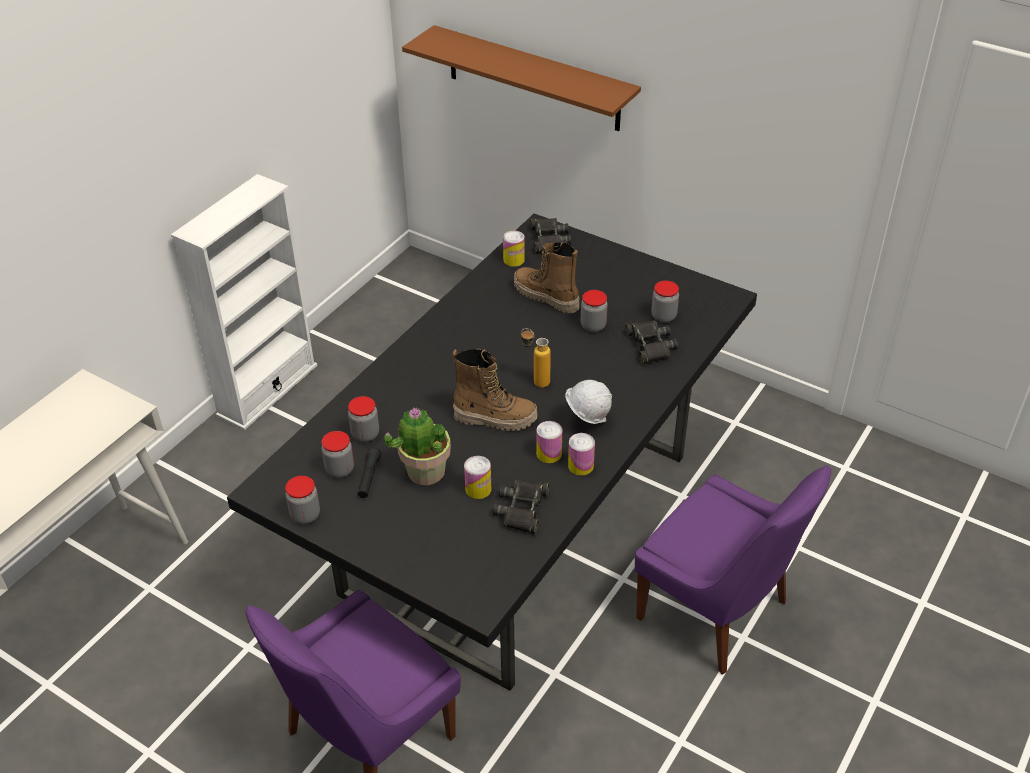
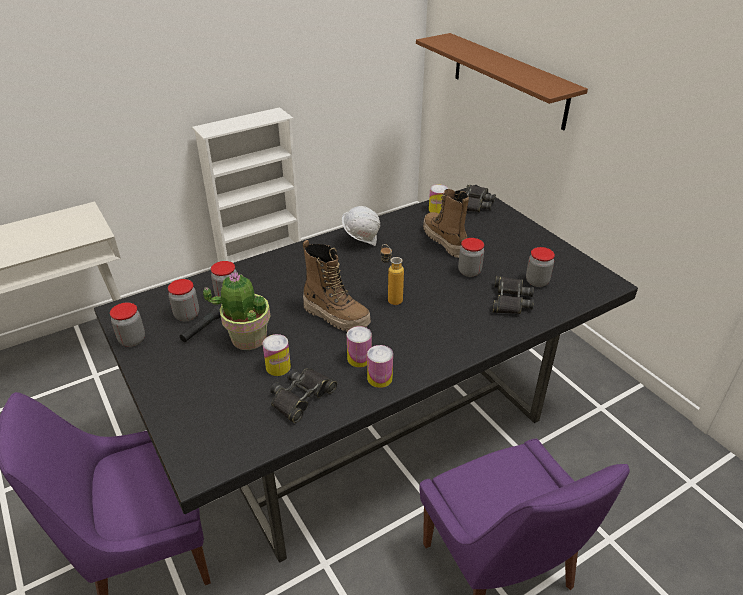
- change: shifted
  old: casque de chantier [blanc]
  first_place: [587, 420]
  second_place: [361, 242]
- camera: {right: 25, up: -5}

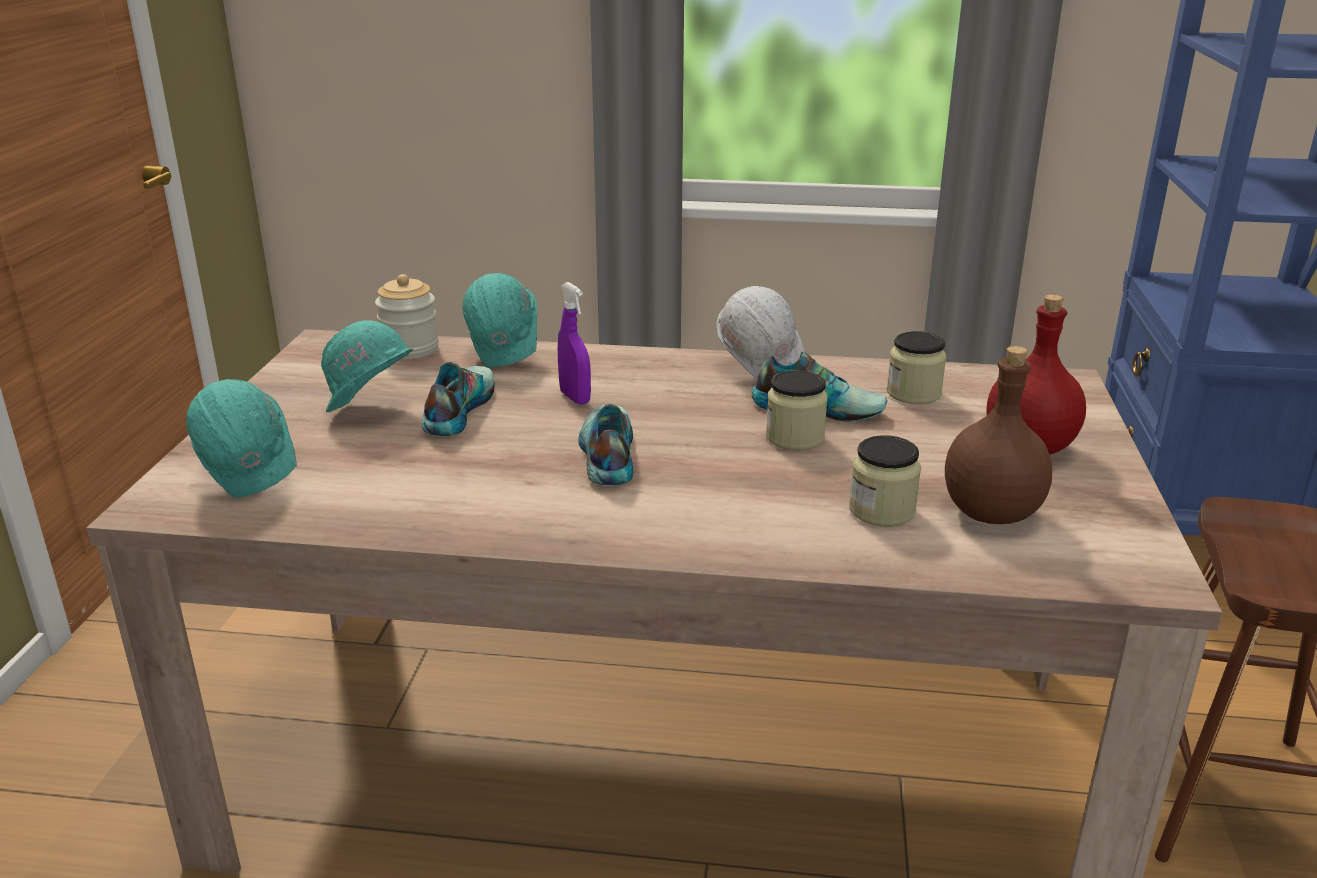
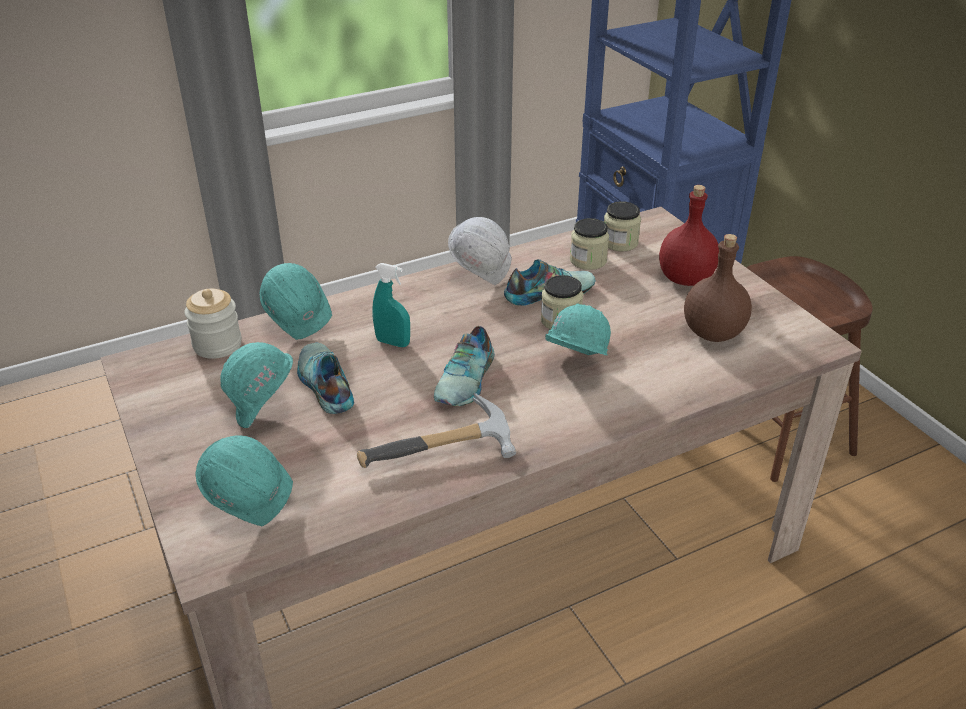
- change: new
  new: marteau
  second_place: [443, 455]
- change: repainted
  old: vaporisateur [violet]
  new: vaporisateur [turquoise]
  first_place: [575, 398]
  second_place: [393, 342]
- change: rotated
  old: chaussure
  first_place: [605, 454]
  second_place: [467, 380]
  degrees: -120
- change: new
  new: casque de chantier [turquoise]
  second_place: [573, 368]
- change: shifted
  old: bocal
  first_place: [882, 510]
  second_place: [620, 242]
- camera: {right: -35, up: 10}

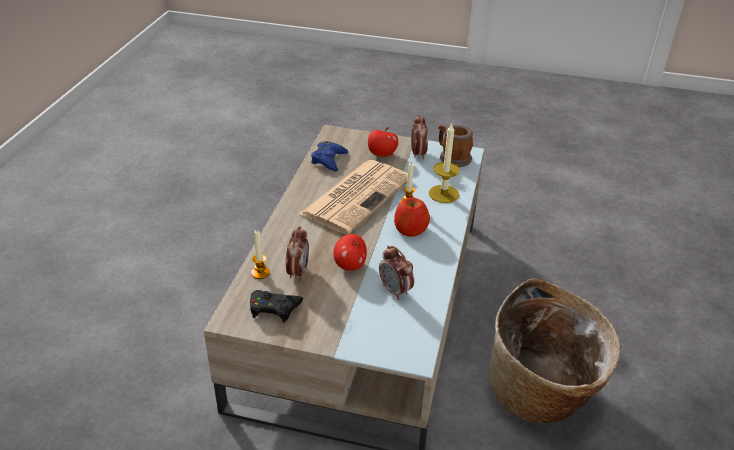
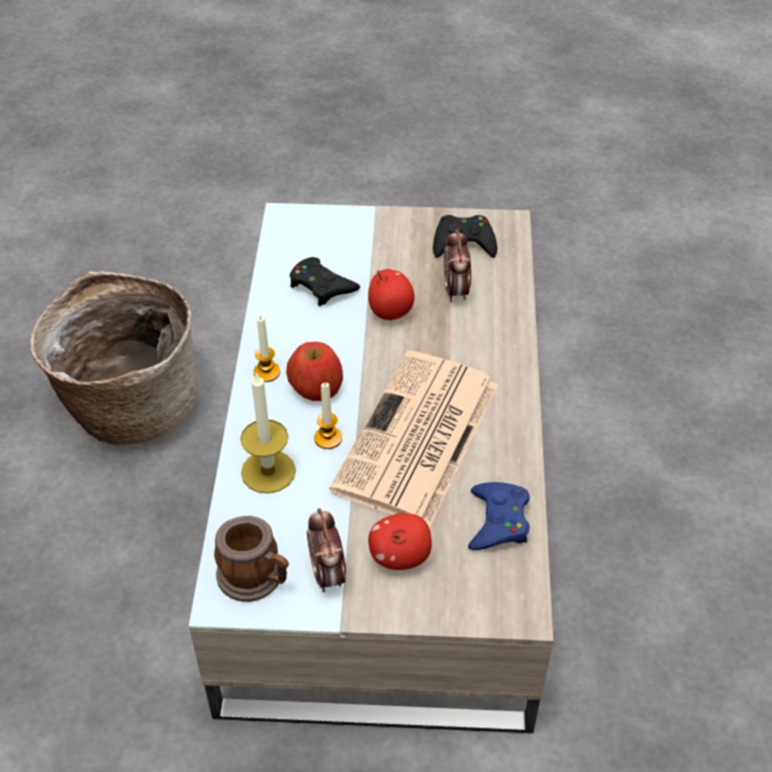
- change: shifted
  old: bougie
  first_place: [260, 273]
  second_place: [267, 372]
- change: swapped
  old: réveil
  new: manette [noir]
  first_place: [395, 291]
  second_place: [321, 286]
- camera: {right: 170, up: 10}

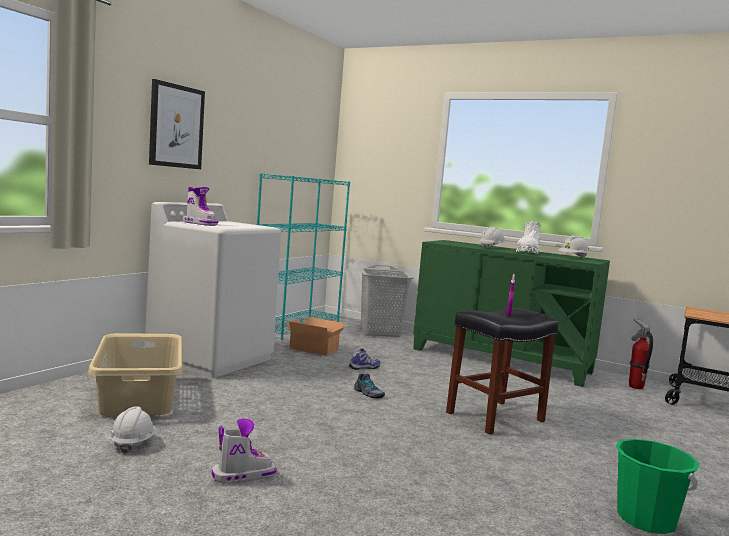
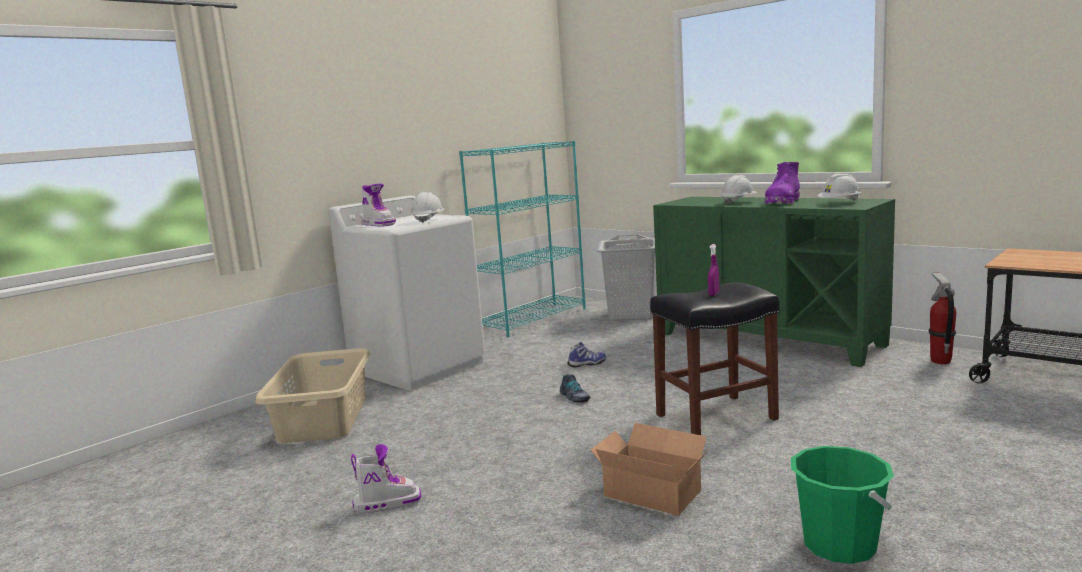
- change: shifted
  old: casque de chantier [blanc]
  first_place: [132, 443]
  second_place: [428, 220]
- change: shifted
  old: carton
  first_place: [314, 348]
  second_place: [652, 491]
- change: repainted
  old: botte [blanc]
  new: botte [violet]
  first_place: [528, 252]
  second_place: [782, 202]
- change: gone
  old: tableau
  first_place: [176, 126]
- camera: {right: 15, up: 5}

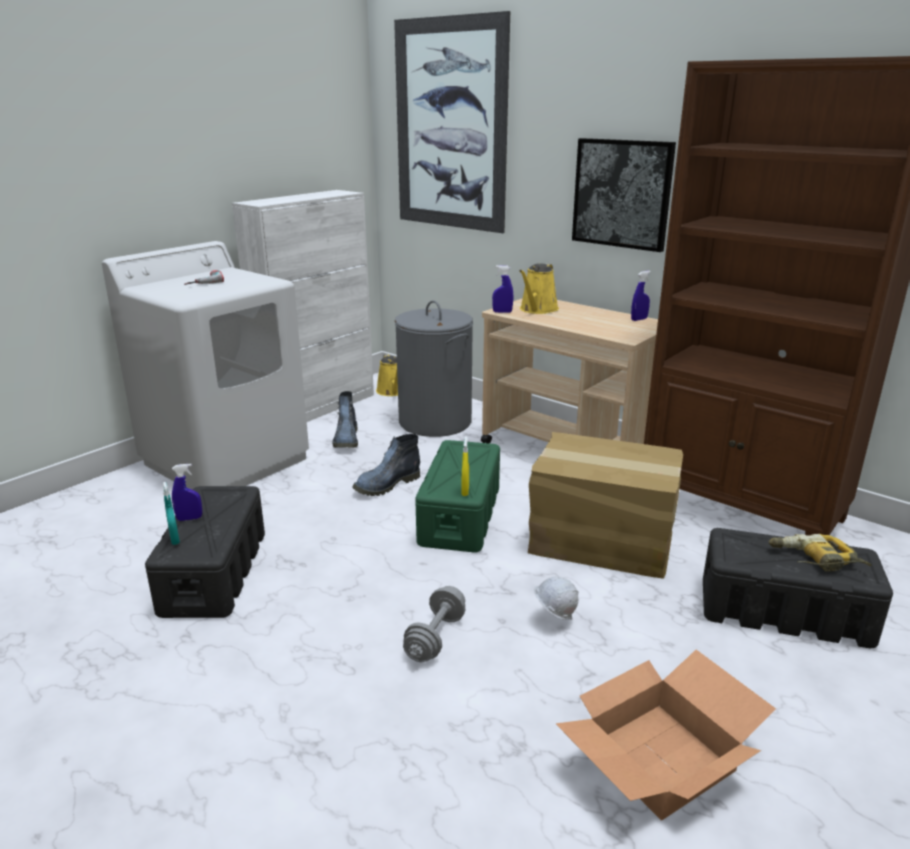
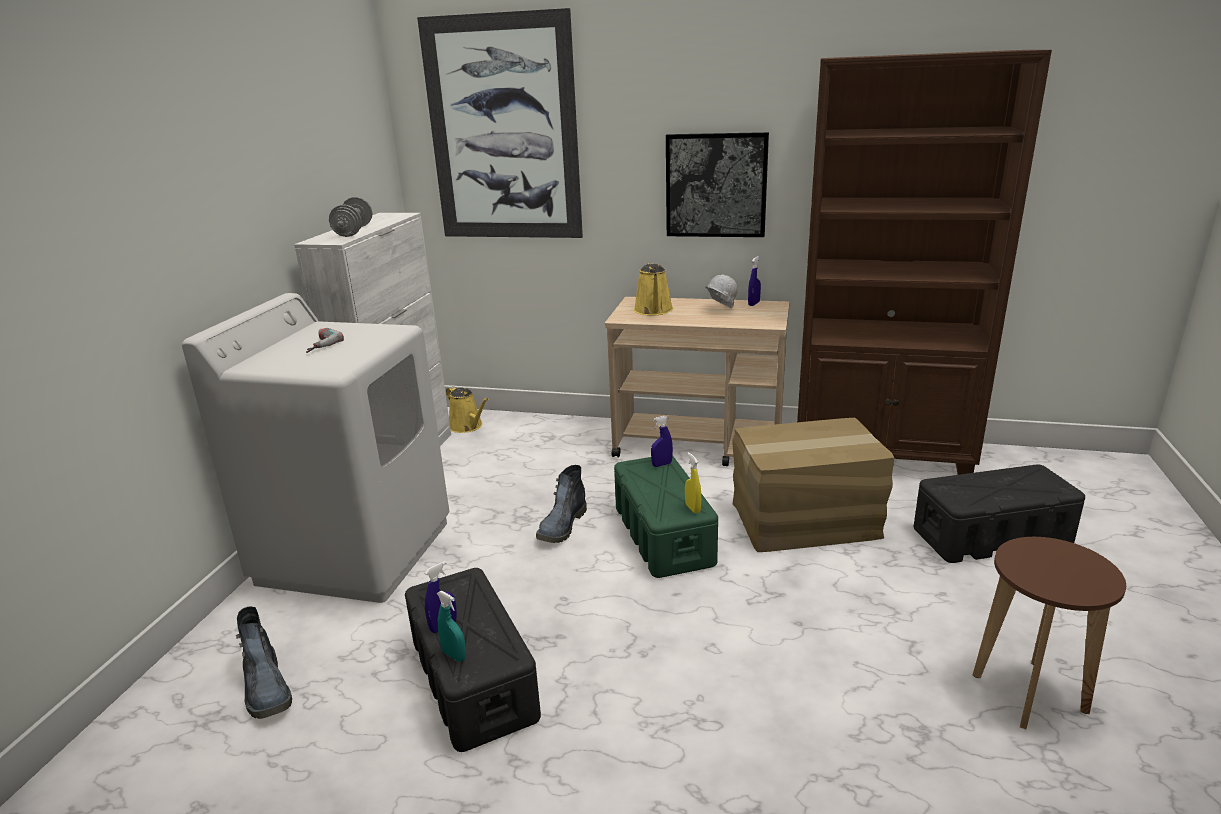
- change: shifted
  old: botte
  first_place: [346, 440]
  second_place: [267, 689]
- change: shifted
  old: haltère [gris]
  first_place: [435, 637]
  second_place: [353, 231]
- change: shifted
  old: vaporisateur [bleu]
  first_place: [502, 312]
  second_place: [662, 464]
- change: shifted
  old: casque de chantier [blanc]
  first_place: [553, 619]
  second_place: [720, 310]
- change: swapped
  old: carton
  new: tabouret [marron]
  first_place: [660, 760]
  second_place: [1029, 694]
- change: gone
  old: panier à linge [gris]
  first_place: [434, 422]
- change: gone
  old: perceuse
  first_place: [815, 560]
- camera: {right: -25, up: 0}

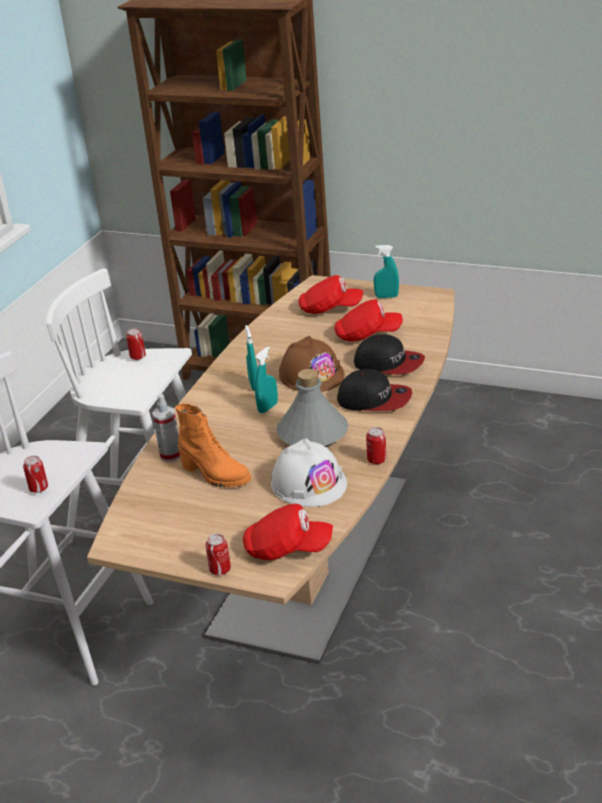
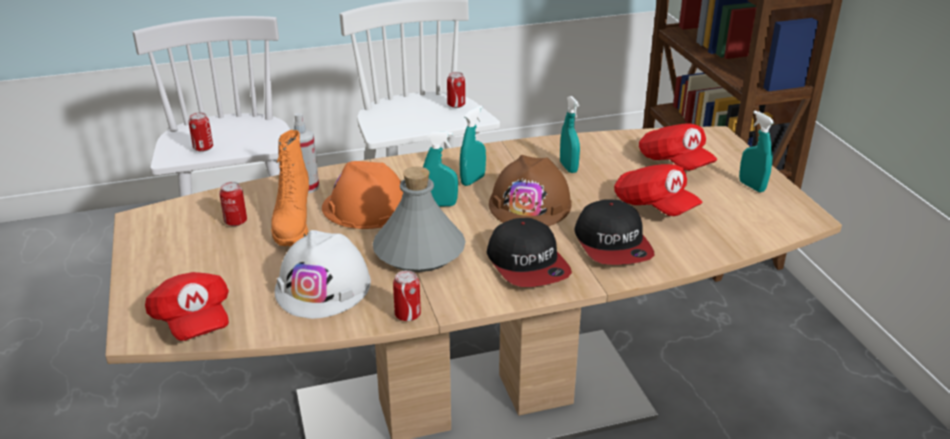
- change: shifted
  old: boîte métallique
  first_place: [220, 569]
  second_place: [235, 221]
- change: new
  new: casque de chantier [orange]
  second_place: [365, 207]
- change: new
  new: vaporisateur [turquoise]
  second_place: [568, 167]
- camera: {right: 50, up: 0}

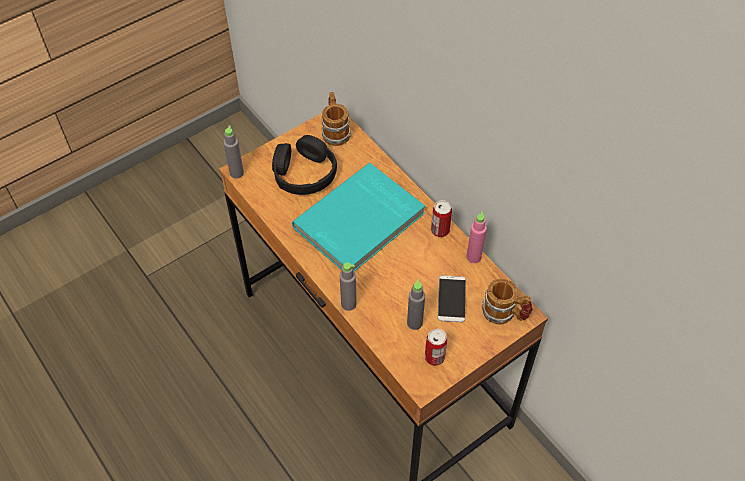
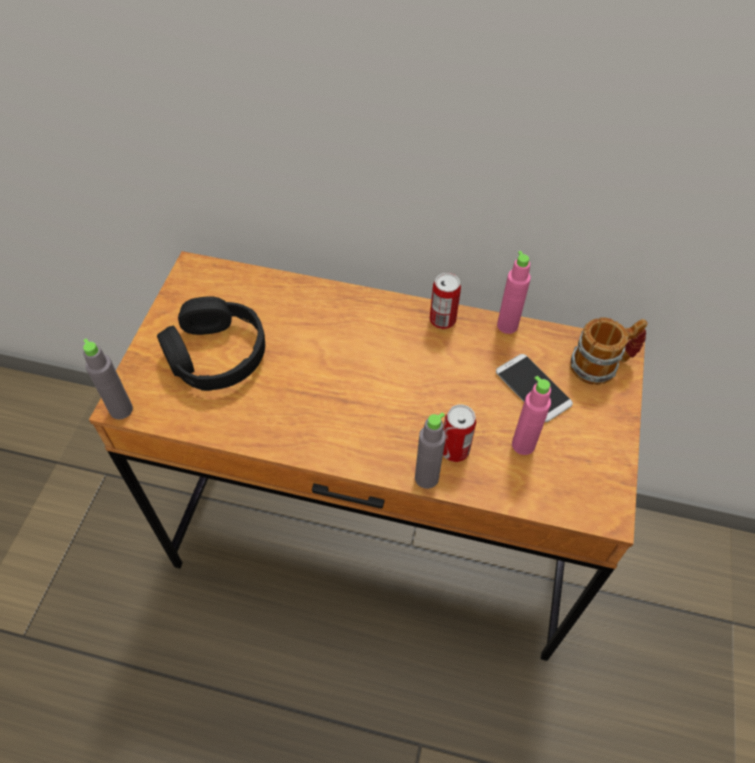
- change: shifted
  old: boîte métallique
  first_place: [434, 357]
  second_place: [454, 450]
- change: repainted
  old: bouteille [gris]
  new: bouteille [rose]
  first_place: [414, 323]
  second_place: [523, 445]
- change: gone
  old: livre [turquoise]
  first_place: [360, 222]
- change: gone
  old: mug
  first_place: [335, 131]
- camera: {right: -40, up: 0}

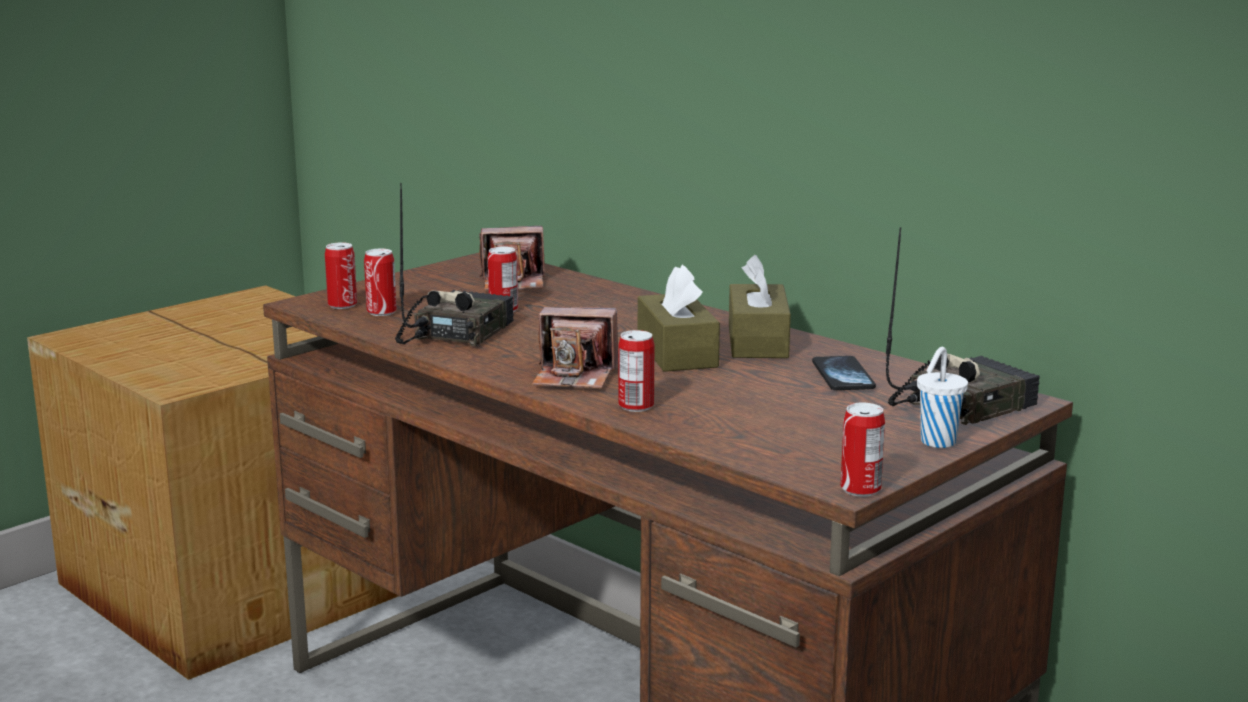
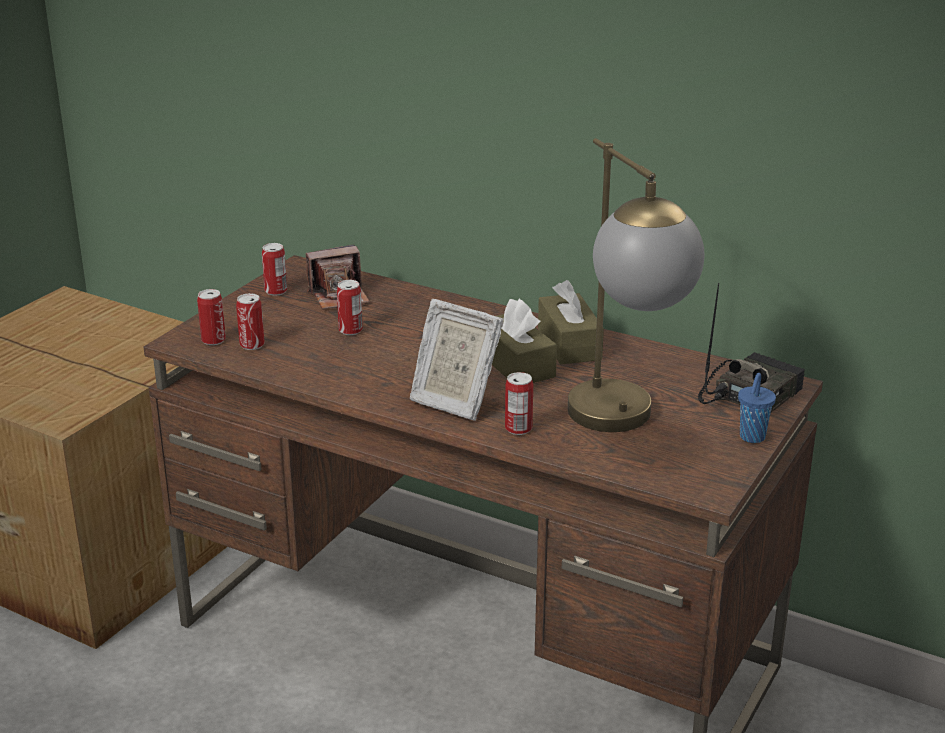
- change: shifted
  old: boîte métallique
  first_place: [860, 489]
  second_place: [276, 291]
- change: swapped
  old: appareil photo
  new: cadre photo
  first_place: [575, 376]
  second_place: [453, 401]
- change: new
  new: lampe de table
  second_place: [625, 425]
- change: repainted
  old: tasse [blanc]
  new: tasse [bleu]
  first_place: [936, 443]
  second_place: [751, 438]
- change: gone
  old: radio
  first_place: [455, 332]
- change: gone
  old: téléphone
  first_place: [843, 376]
- camera: {right: -15, up: 10}

